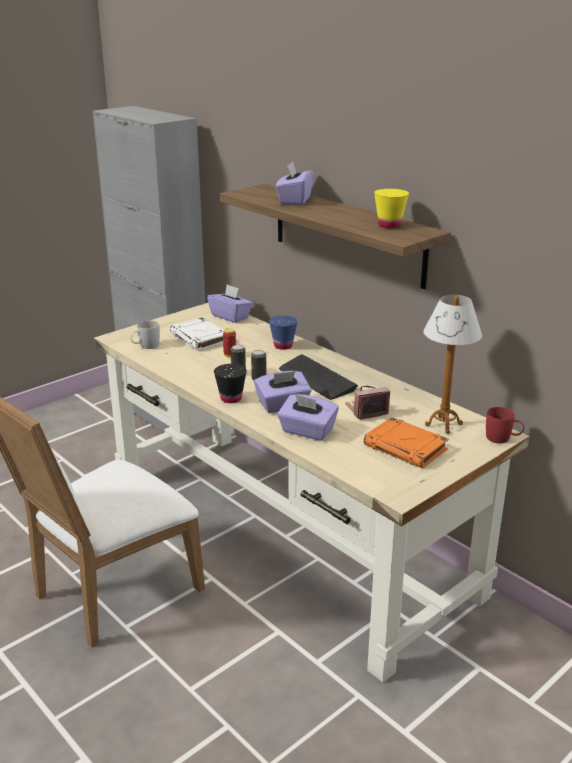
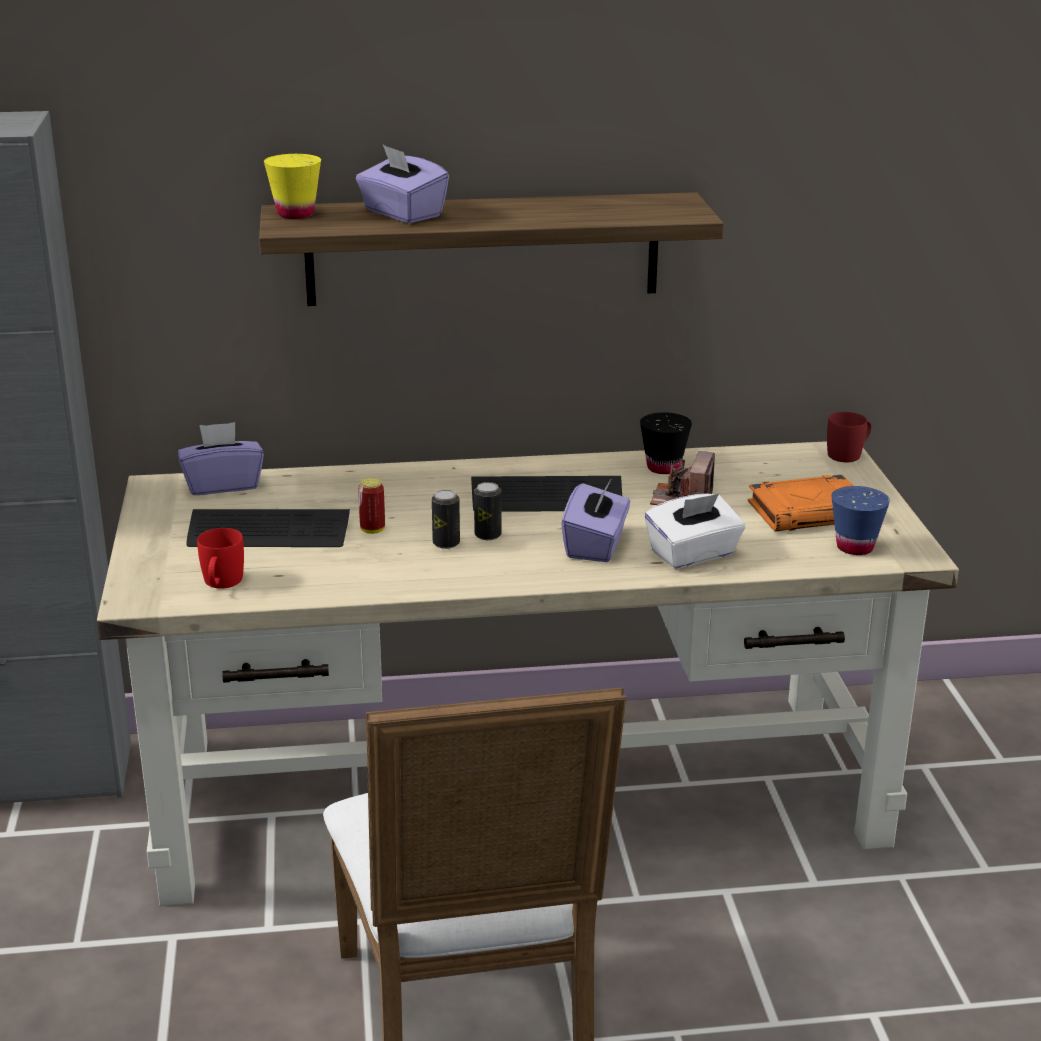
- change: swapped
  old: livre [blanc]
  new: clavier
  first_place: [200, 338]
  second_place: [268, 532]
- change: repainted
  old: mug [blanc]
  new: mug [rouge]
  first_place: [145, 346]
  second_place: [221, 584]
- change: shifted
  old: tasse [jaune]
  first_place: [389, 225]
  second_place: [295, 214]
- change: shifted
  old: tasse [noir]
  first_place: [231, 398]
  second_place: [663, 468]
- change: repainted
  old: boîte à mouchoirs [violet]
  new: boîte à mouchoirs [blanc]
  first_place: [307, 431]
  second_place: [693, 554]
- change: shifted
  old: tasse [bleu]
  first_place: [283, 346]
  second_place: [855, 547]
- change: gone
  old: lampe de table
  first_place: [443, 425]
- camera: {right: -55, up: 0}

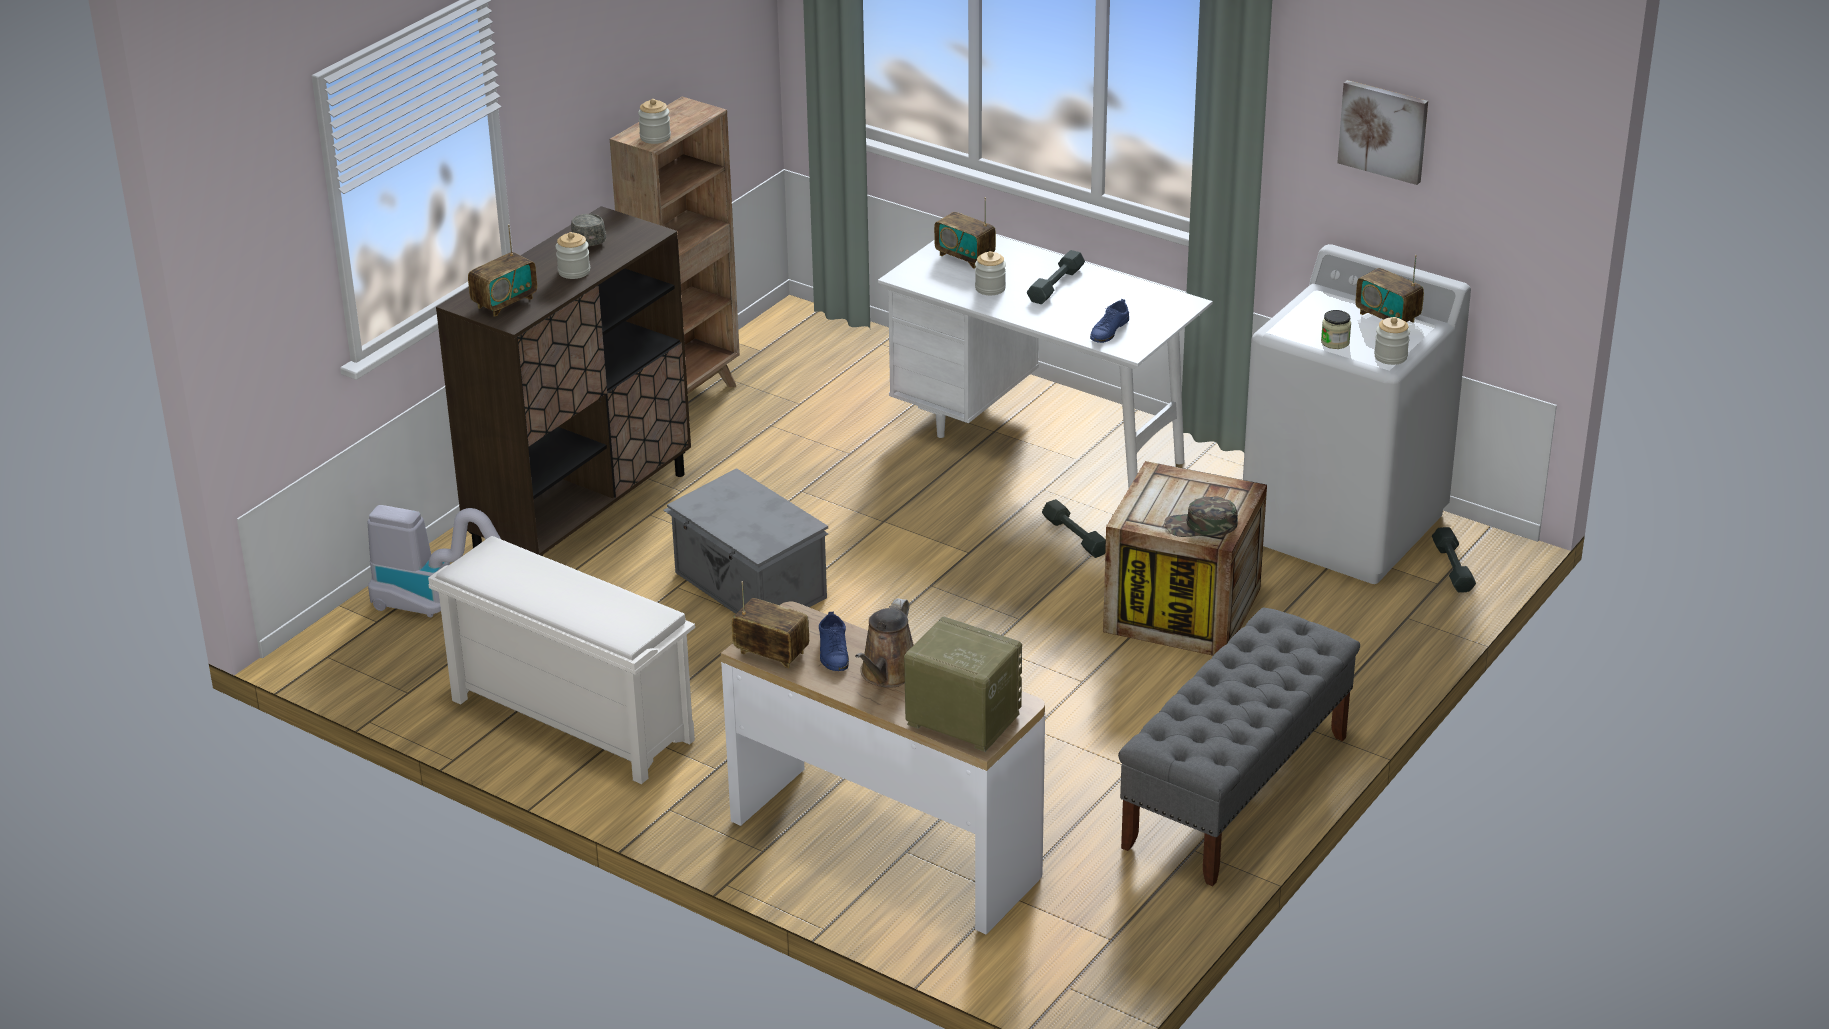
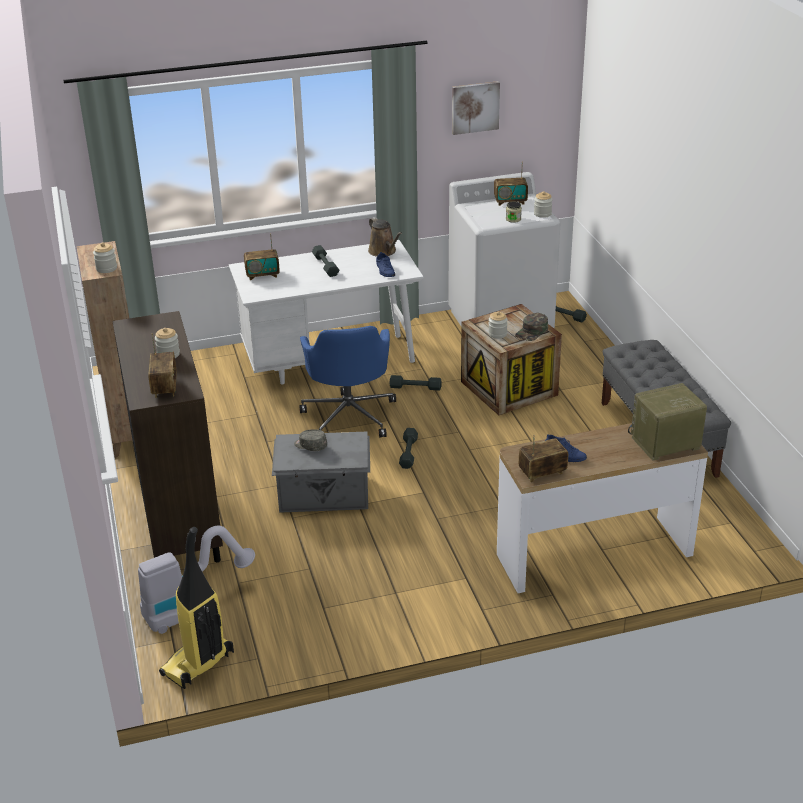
- change: new
  new: aspirateur
  second_place: [198, 665]
- change: shifted
  old: casquette [gris]
  first_place: [588, 238]
  second_place: [310, 446]
- change: new
  new: chaise de bureau [bleu]
  second_place: [349, 415]
- change: shifted
  old: arrosoir [marron]
  first_place: [887, 674]
  second_place: [383, 251]
- change: new
  new: haltère [gris]
  second_place: [408, 452]
- change: shifted
  old: bocal
  first_place: [990, 288]
  second_place: [497, 334]
- change: gone
  old: étagère à chaussures [blanc]
  first_place: [568, 720]
- camera: {right: -50, up: 0}

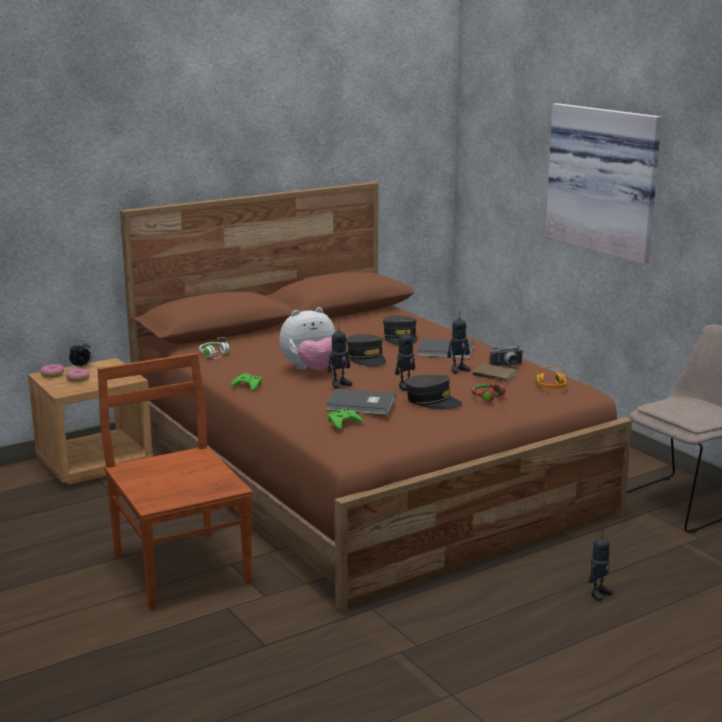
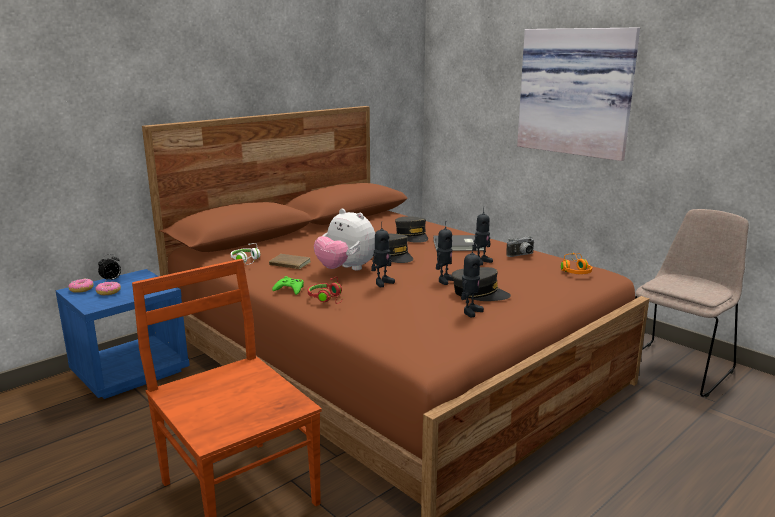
- change: repainted
  old: table de chevet [marron]
  new: table de chevet [bleu]
  first_place: [95, 463]
  second_place: [130, 372]
- change: shifted
  old: livre [marron]
  first_place: [493, 376]
  second_place: [289, 264]
- change: shifted
  old: casque audio [rouge]
  first_place: [491, 399]
  second_place: [327, 299]
- change: rotated
  old: peluche
  first_place: [311, 370]
  second_place: [346, 269]
  degrees: 75
- change: shifted
  old: robot jouet
  first_place: [598, 594]
  second_place: [470, 311]
- change: gone
  old: livre [gris]
  first_place: [361, 405]
- change: gone
  old: manette [vert]
  first_place: [343, 422]
- camera: {right: -10, up: 0}

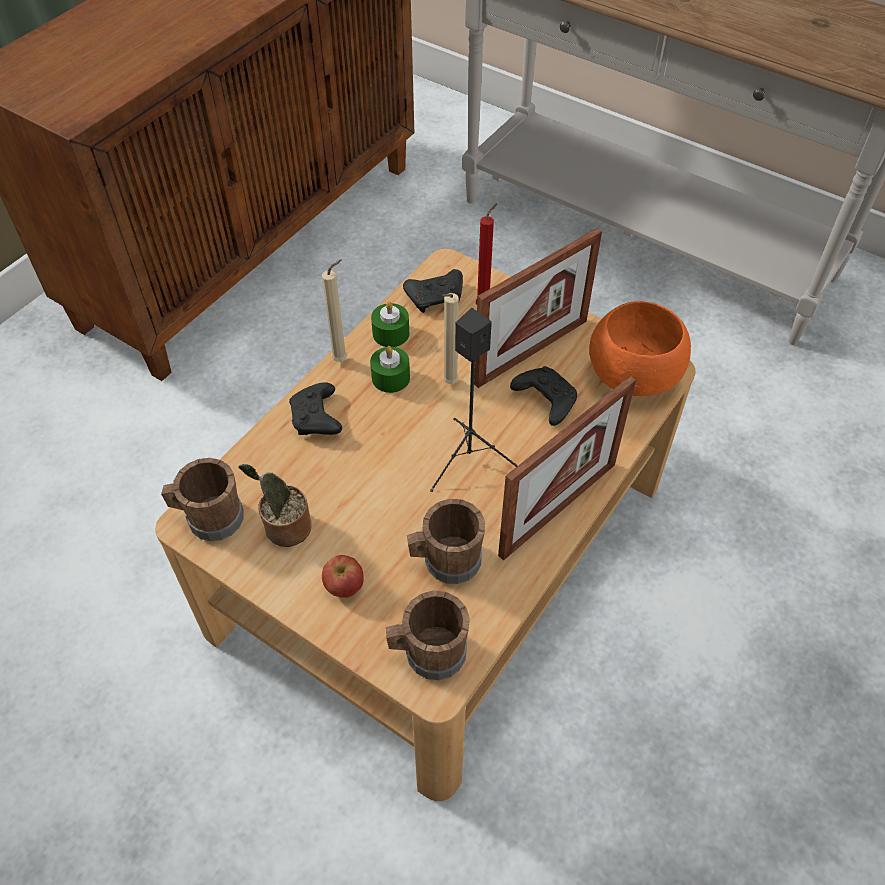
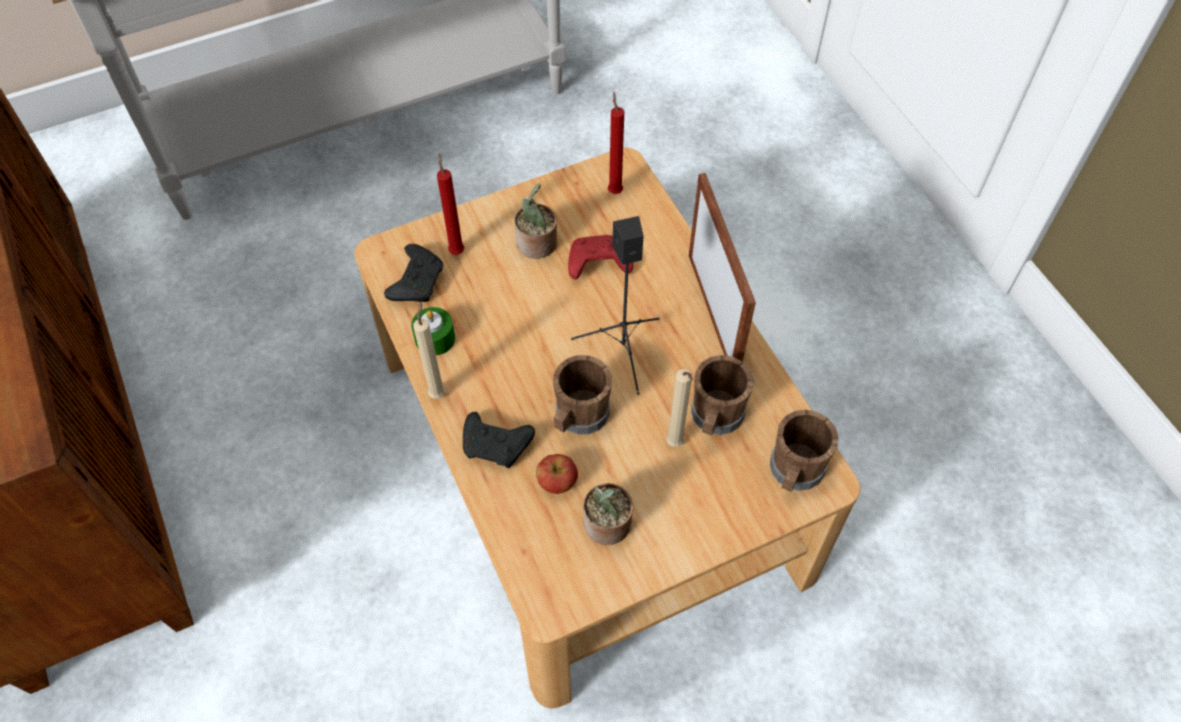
- change: swapped
  old: cadre photo
  new: plante en pot
  first_place: [531, 352]
  second_place: [537, 245]
- change: shifted
  old: pomme
  first_place: [344, 586]
  second_place: [557, 482]
- change: shifted
  old: mug [marron]
  first_place: [209, 518]
  second_place: [579, 416]
- change: repainted
  old: manette [noir]
  new: manette [rouge]
  first_place: [544, 400]
  second_place: [596, 264]
- change: swapped
  old: bol [orange]
  new: bougie [rouge]
  first_place: [635, 375]
  second_place: [614, 190]
- change: shifted
  old: bougie [beige]
  first_place: [448, 384]
  second_place: [675, 445]
- change: gone
  old: bougie [vert]
  first_place: [390, 378]
- camera: {right: -60, up: 5}

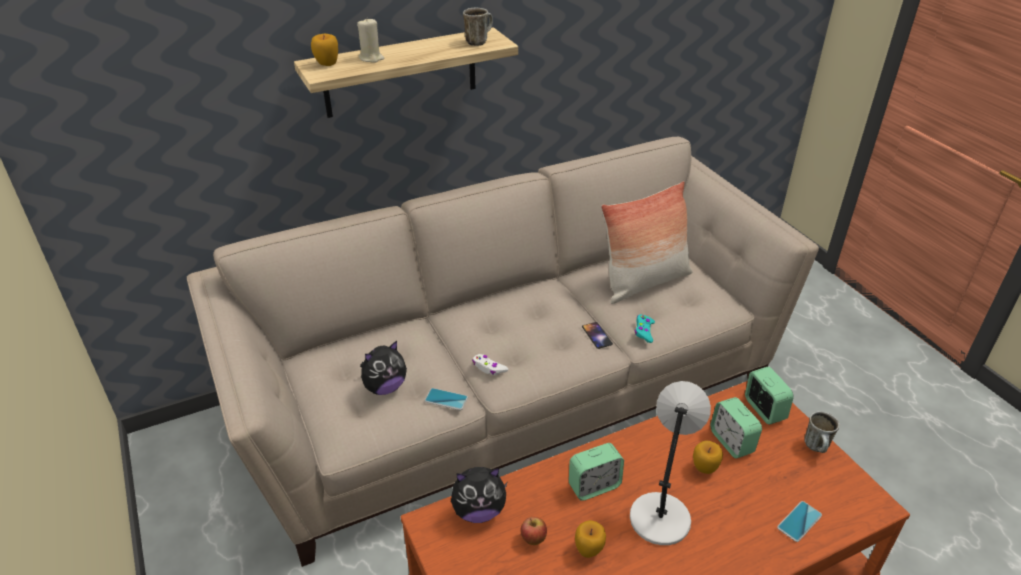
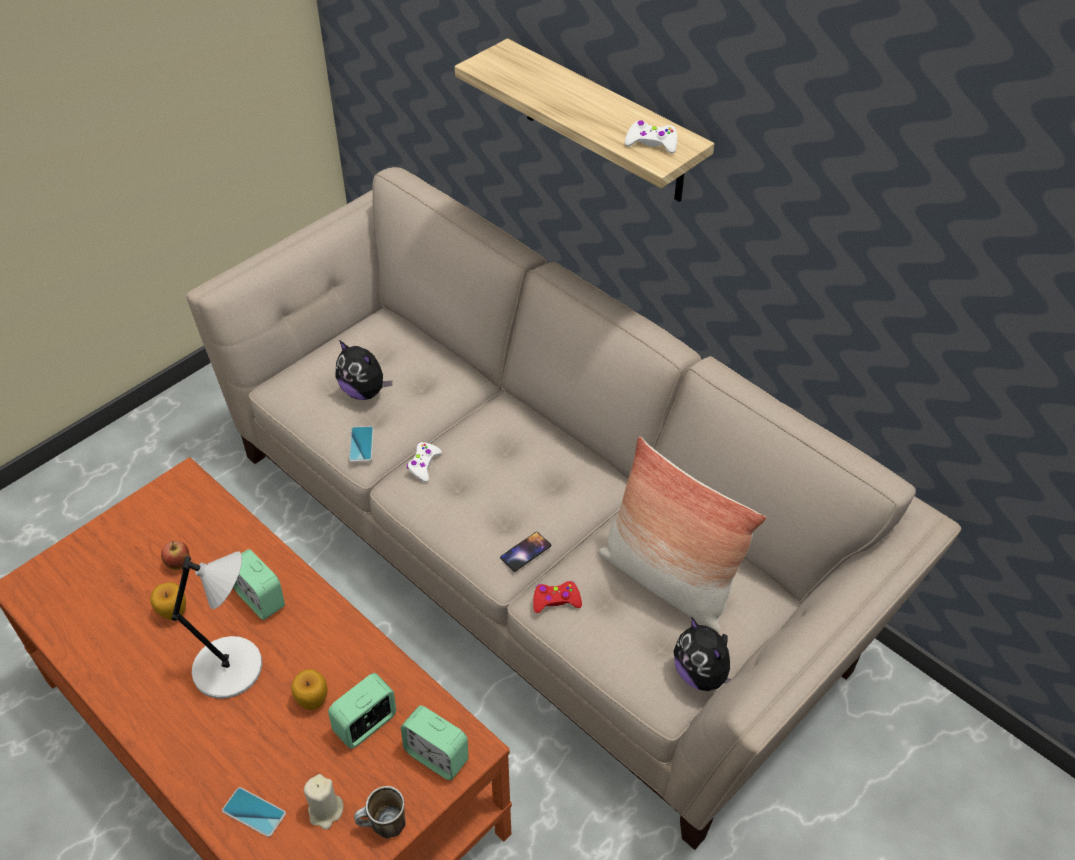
- change: shifted
  old: bougie [beige]
  first_place: [371, 58]
  second_place: [325, 811]
- change: rotated
  old: réveil
  first_place: [764, 409]
  second_place: [437, 756]
  degrees: 75
- change: repainted
  old: manette [turquoise]
  new: manette [rouge]
  first_place: [644, 331]
  second_place: [556, 600]
- change: swapped
  old: mug
  new: manette [blanc]
  first_place: [478, 41]
  second_place: [651, 143]
- change: shifted
  old: peluche
  first_place: [479, 511]
  second_place: [702, 674]
- change: gone
  old: pomme
  first_place: [327, 64]
- camera: {right: 70, up: 10}

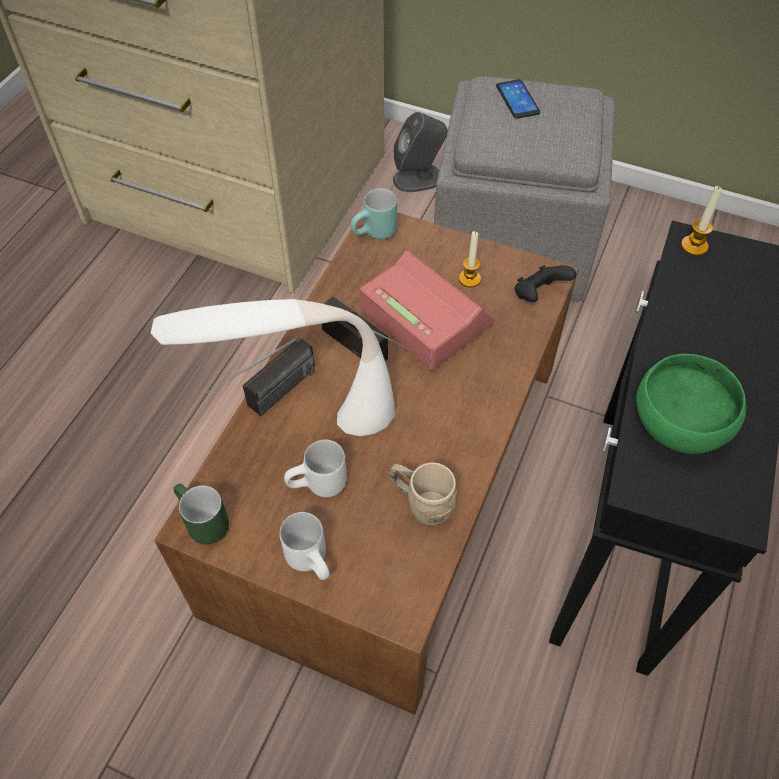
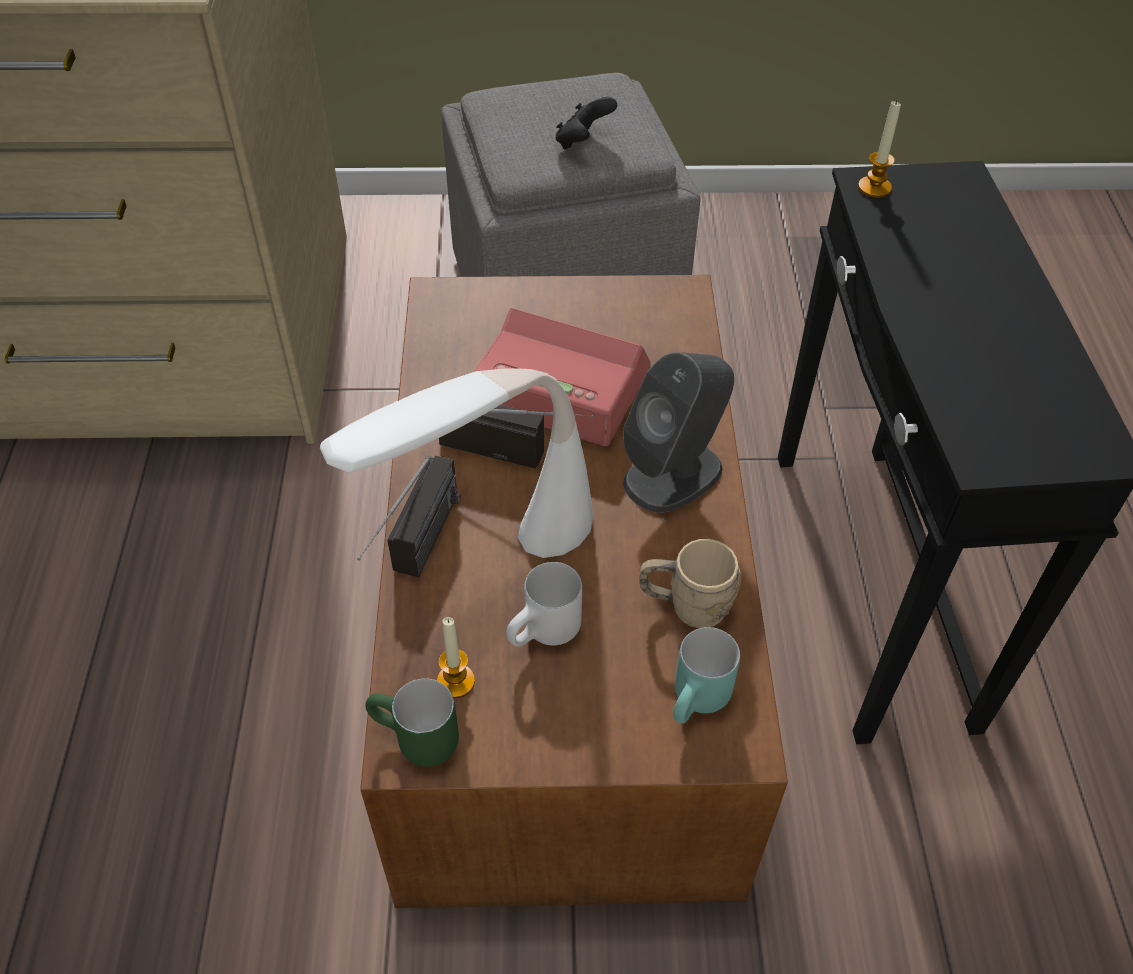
- change: shifted
  old: bougie
  first_place: [469, 279]
  second_place: [455, 681]
- change: shifted
  old: manette [noir]
  first_place: [538, 295]
  second_place: [583, 142]
- change: shifted
  old: enceinte [gris]
  first_place: [419, 178]
  second_place: [674, 474]
- change: shifted
  old: mug [turquoise]
  first_place: [375, 234]
  second_place: [700, 703]
- change: gone
  old: mug [blanc]
  first_place: [313, 560]
- change: gone
  old: téléphone
  first_place: [517, 100]
- change: gone
  old: bol [vert]
  first_place: [677, 423]
- camera: {right: -25, up: -5}

